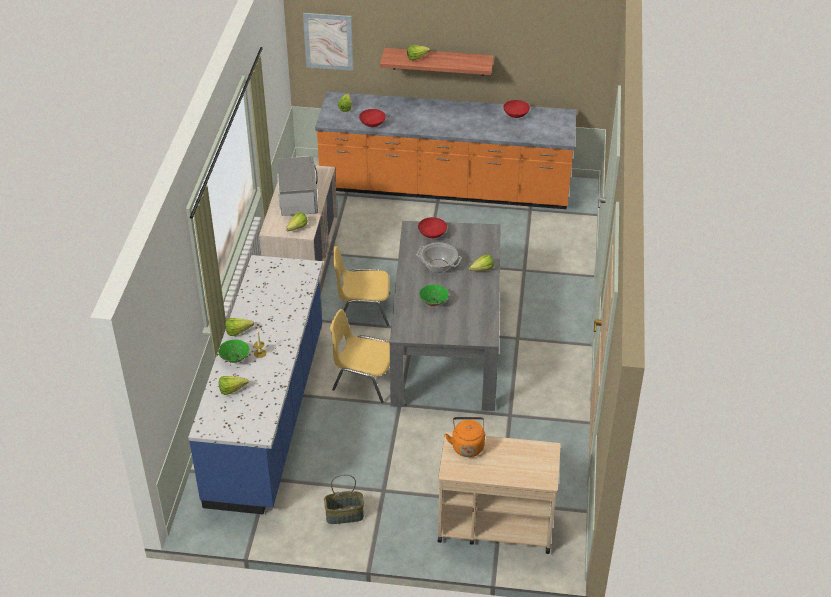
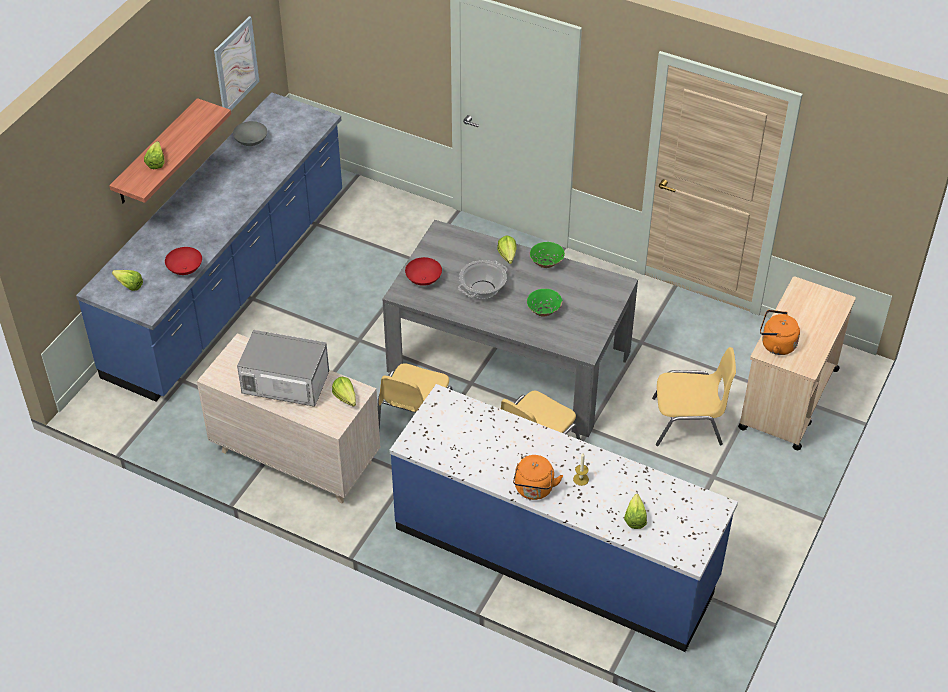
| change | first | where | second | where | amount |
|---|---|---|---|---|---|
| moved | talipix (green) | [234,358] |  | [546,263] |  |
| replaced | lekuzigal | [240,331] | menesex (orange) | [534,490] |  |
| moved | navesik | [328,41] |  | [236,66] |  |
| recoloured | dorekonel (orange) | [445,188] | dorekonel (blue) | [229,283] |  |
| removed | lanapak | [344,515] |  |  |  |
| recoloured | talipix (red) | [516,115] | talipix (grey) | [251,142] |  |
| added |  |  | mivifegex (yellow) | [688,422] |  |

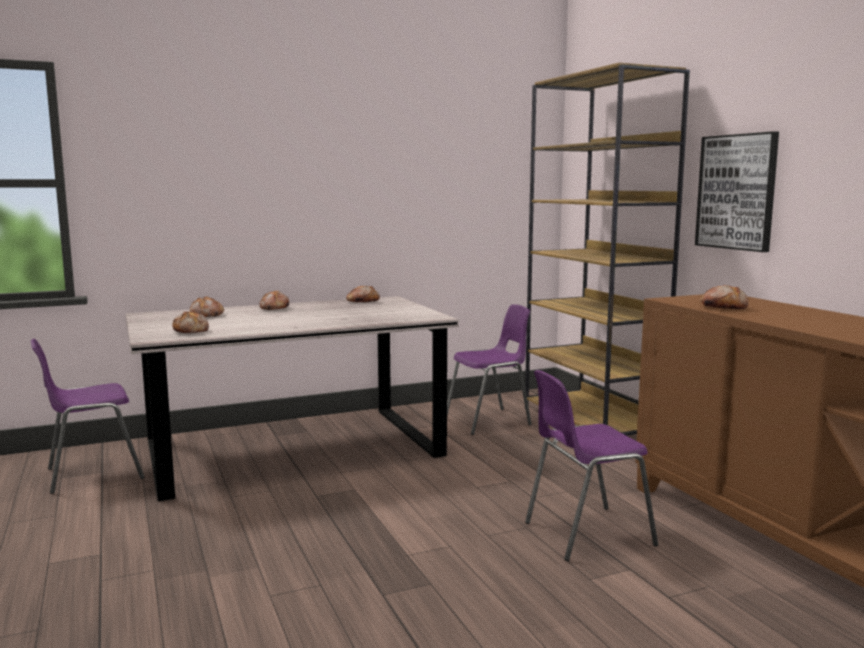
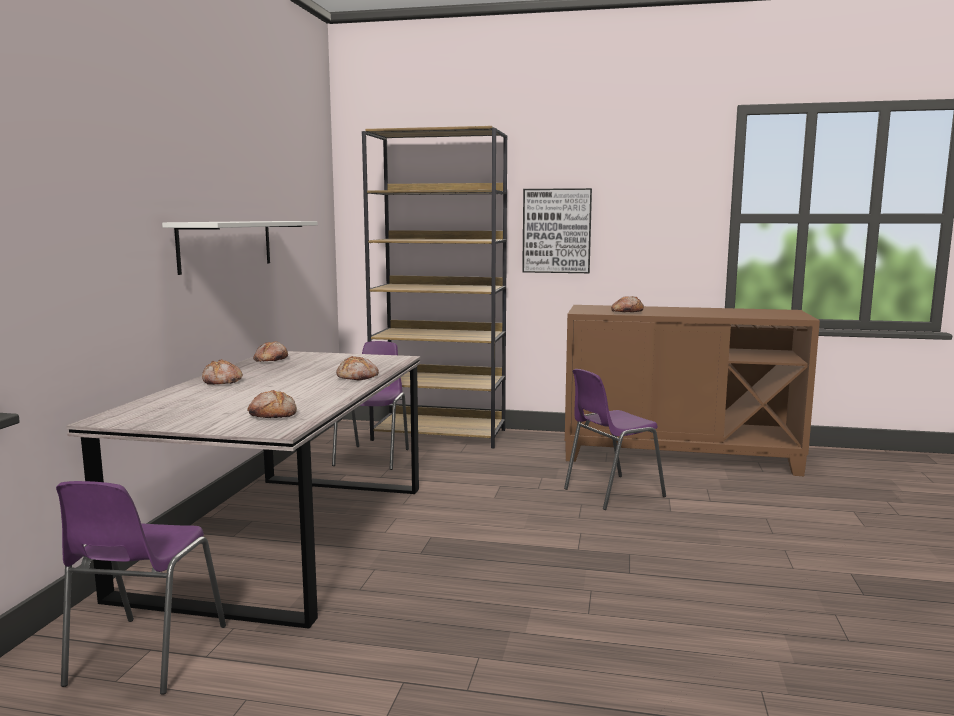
| change | first | where | second | where | amount |
|---|---|---|---|---|---|
| moved | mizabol | [206,315] |  | [358,377] |  |
| turned | mivifegex (purple) | [585,533] |  | [611,493] | 45 degrees clockwise |
| added |  |  | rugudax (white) | [226,245] |  |

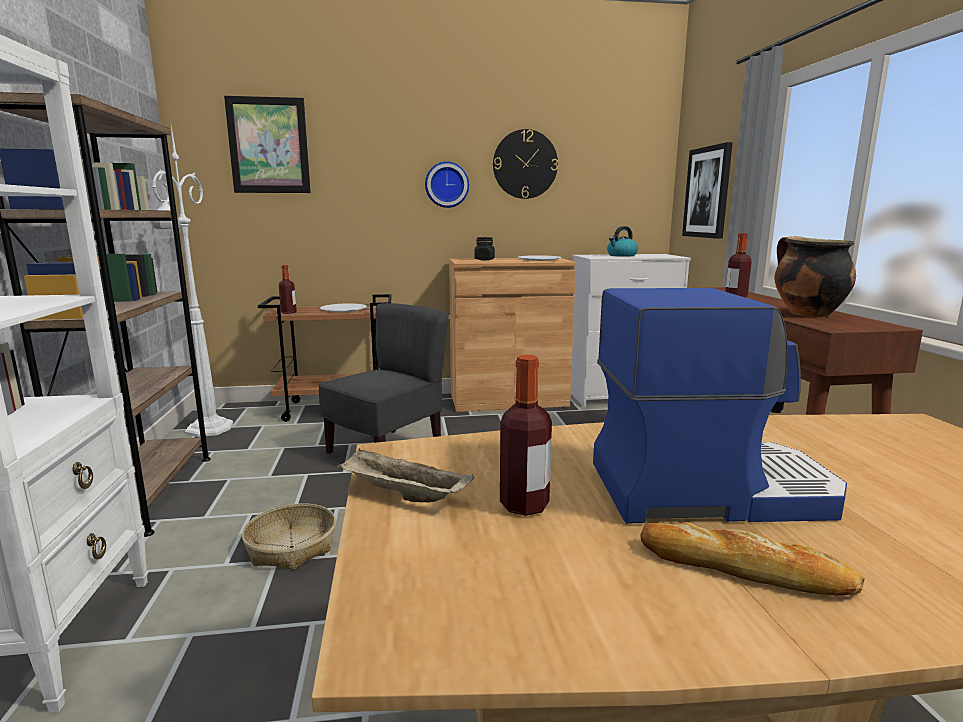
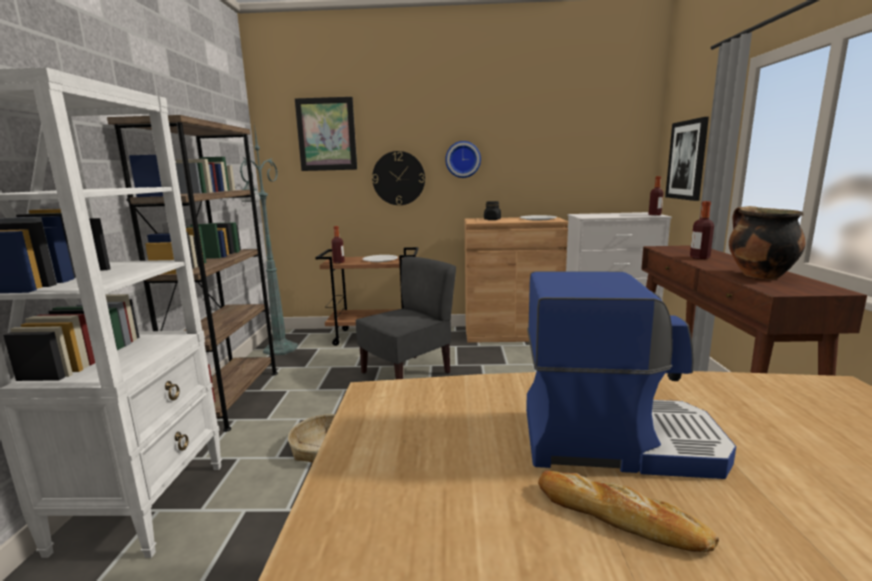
| change | first | where | second | where | amount |
|---|---|---|---|---|---|
| recoloured | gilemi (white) | [208,429] | gilemi (green) | [279,350] |  |
| removed | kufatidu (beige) | [401,495] |  |  |  |
| moved | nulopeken | [525,164] |  | [398,178] |  |
| moved | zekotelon | [524,505] |  | [654,214] |  |
| removed | menesex | [621,255] |  |  |  |

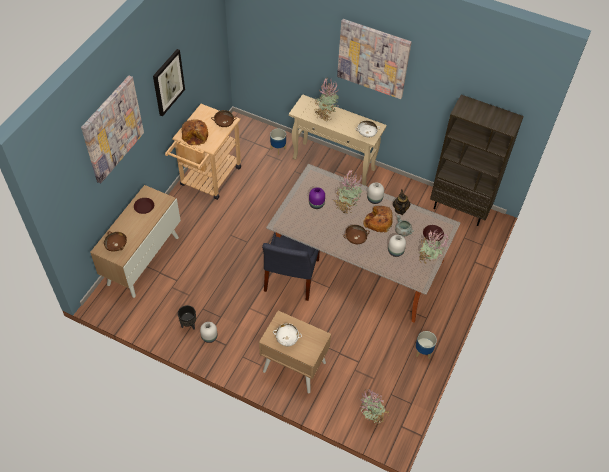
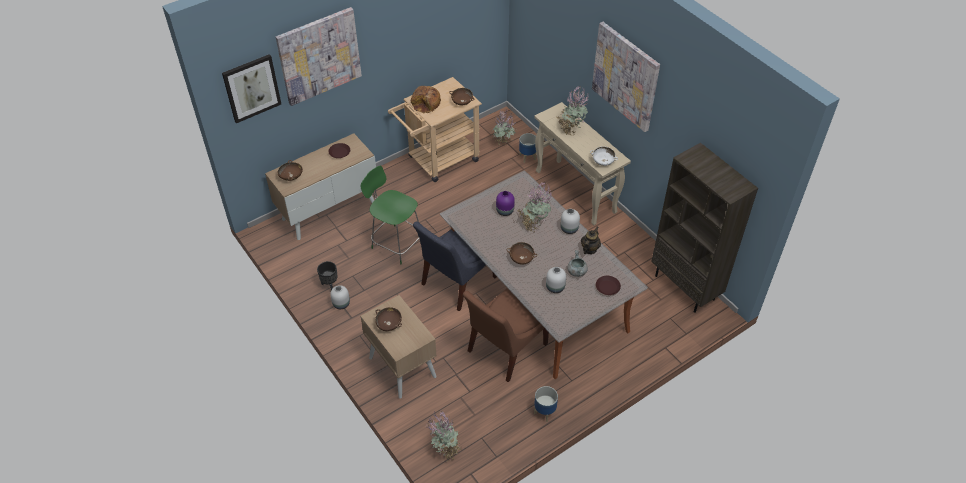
| change | first | where | second | where | amount |
|---|---|---|---|---|---|
| moved | navesik | [168,82] |  | [251,88] |  |
| recoloured | talipix (white) | [287,338] | talipix (brown) | [389,324] |  |
| removed | mizabol | [378,222] |  |  |  |
| moved | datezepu | [429,260] |  | [503,144] |  |
| added |  |  | mivifegex (green) | [396,243] |  |
| added |  |  | mivifegex (brown) | [504,349] |  |

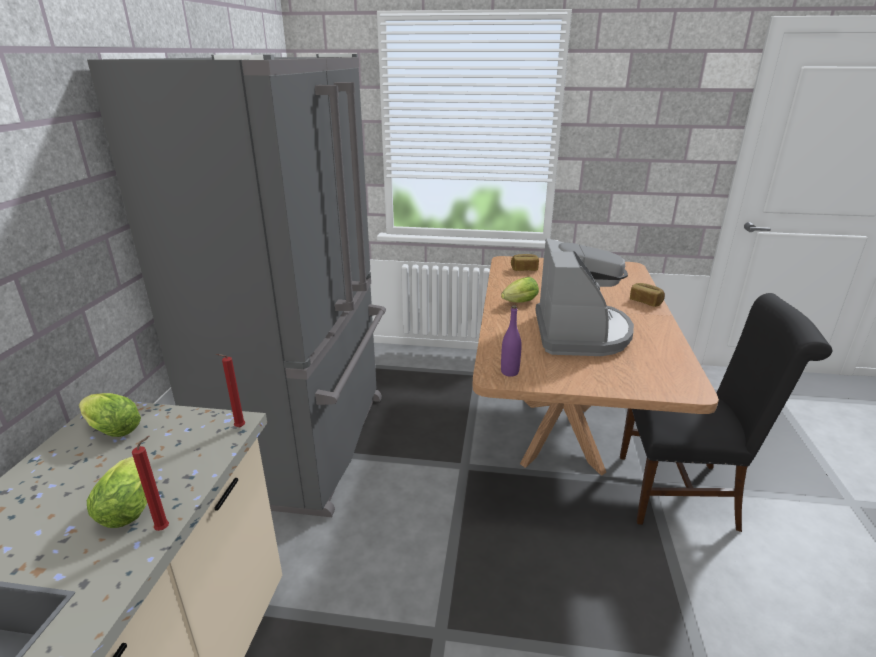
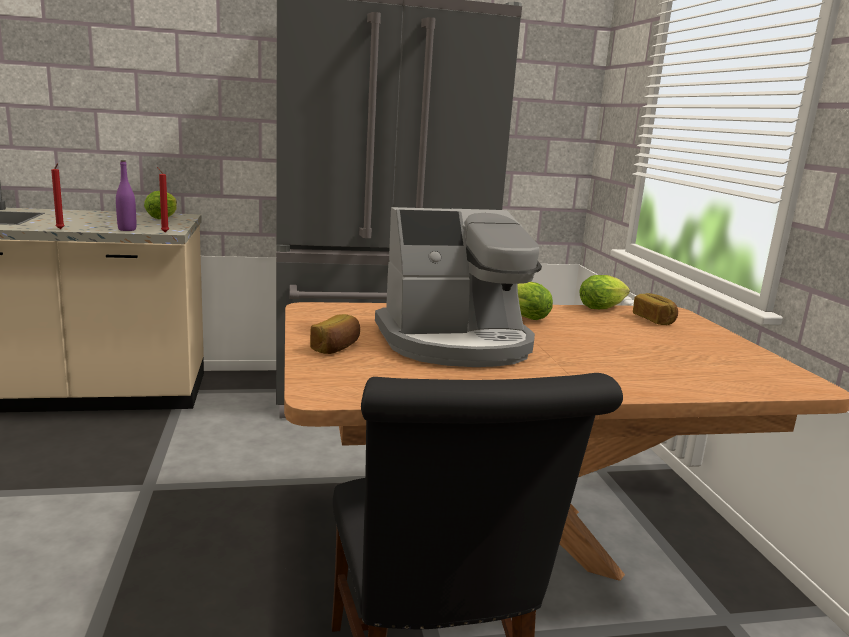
| change | first | where | second | where | amount |
|---|---|---|---|---|---|
| moved | lekuzigal | [130,505] |  | [603,308] |  |
| moved | zekotelon (purple) | [509,372] |  | [127,229] |  |
| moved | mizabol | [645,302] |  | [336,347] |  |

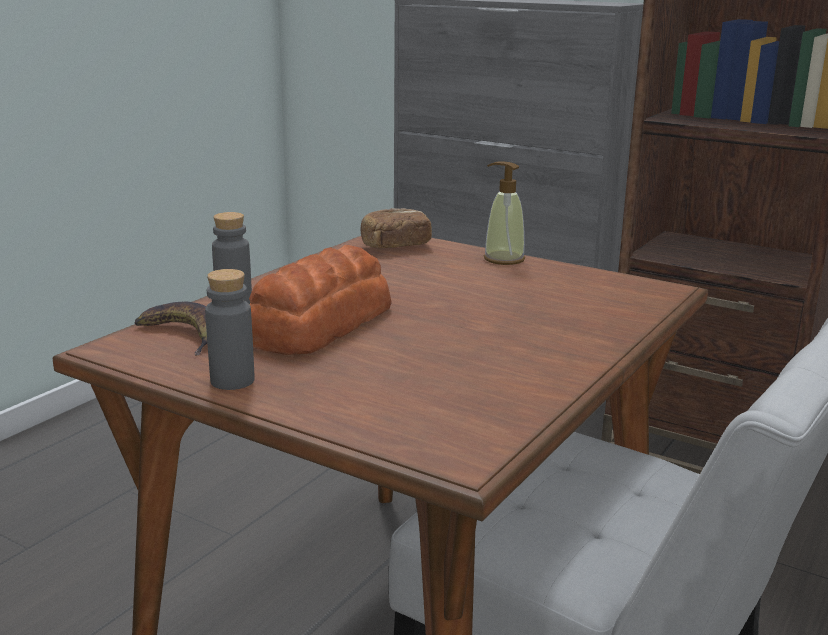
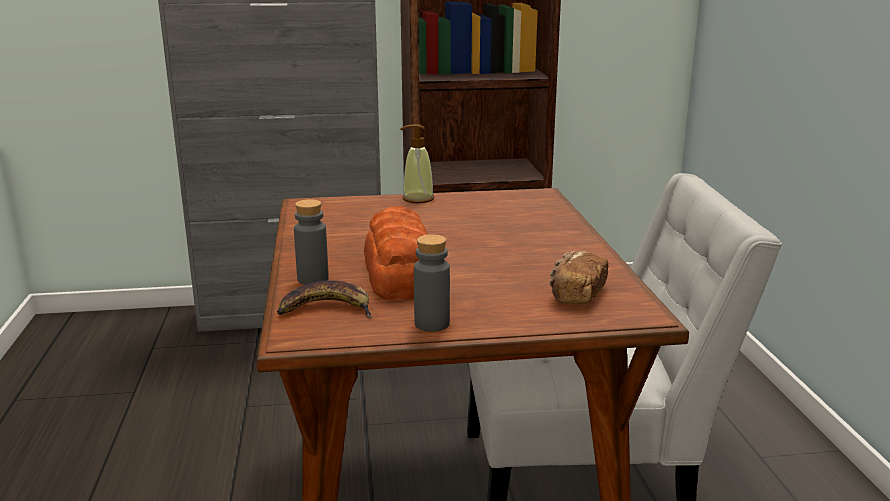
| change | first | where | second | where | amount |
|---|---|---|---|---|---|
| moved | mizabol | [395,245] |  | [576,294] |  |

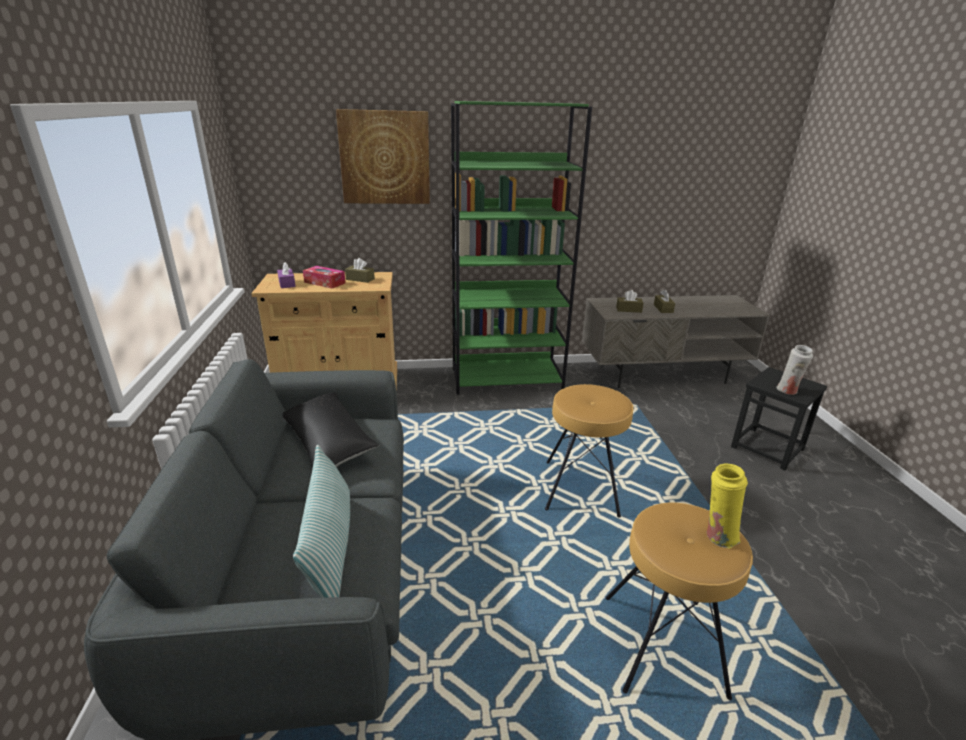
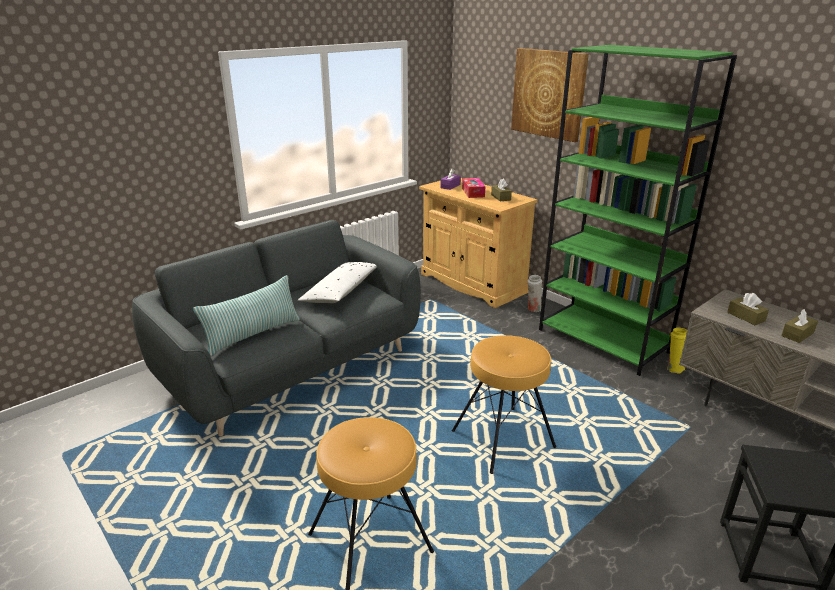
| change | first | where | second | where | amount |
|---|---|---|---|---|---|
| recoloured | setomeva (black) | [328,441] | setomeva (white) | [341,291] |  |
| moved | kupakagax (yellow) | [718,536] |  | [674,368] |  |
| moved | kupakagax (white) | [788,391] |  | [533,309] |  |

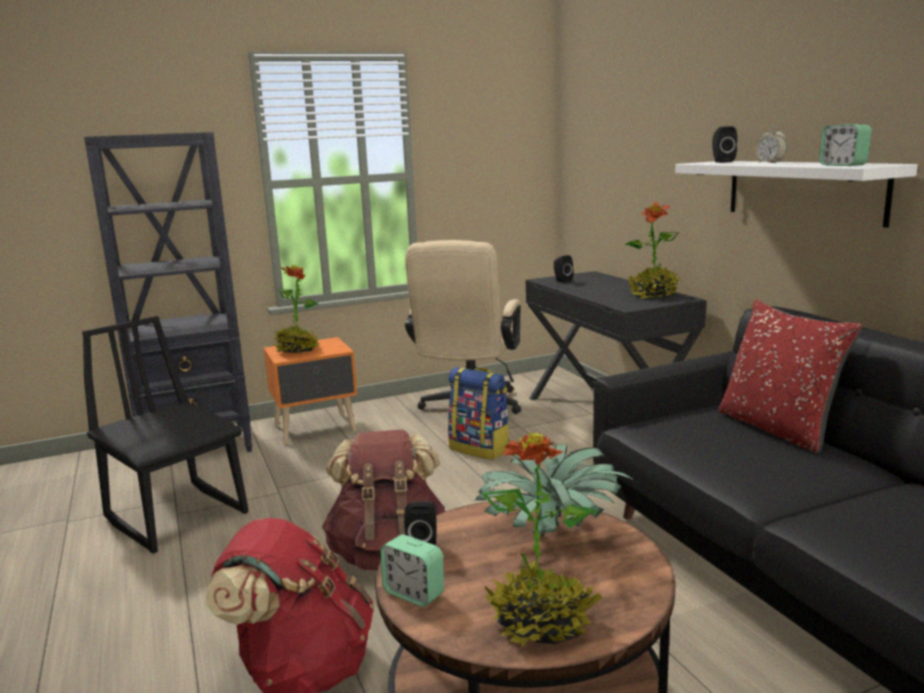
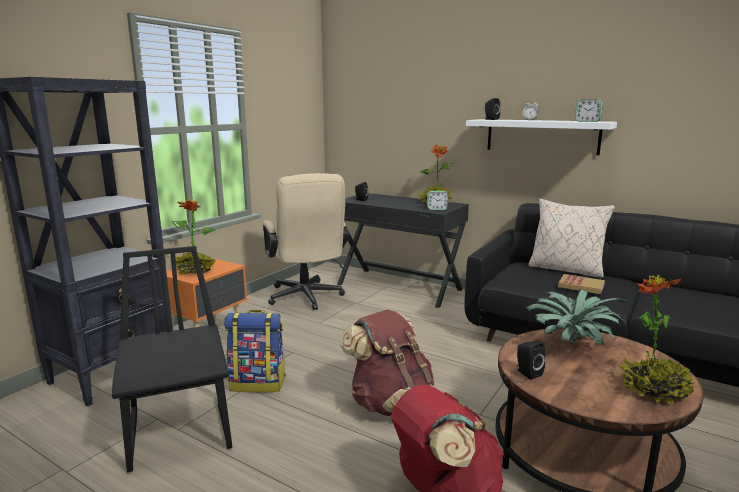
| change | first | where | second | where | amount |
|---|---|---|---|---|---|
| turned | mivifegex (black) | [178,515] |  | [181,430] | 60 degrees clockwise |
| moved | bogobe | [414,593] |  | [437,209] |  |
| moved | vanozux | [480,449] |  | [258,383] |  |
| recoloured | setomeva (red) | [777,429] | setomeva (beige) | [566,270] |  |
| added |  |  | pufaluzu | [581,286] |  |

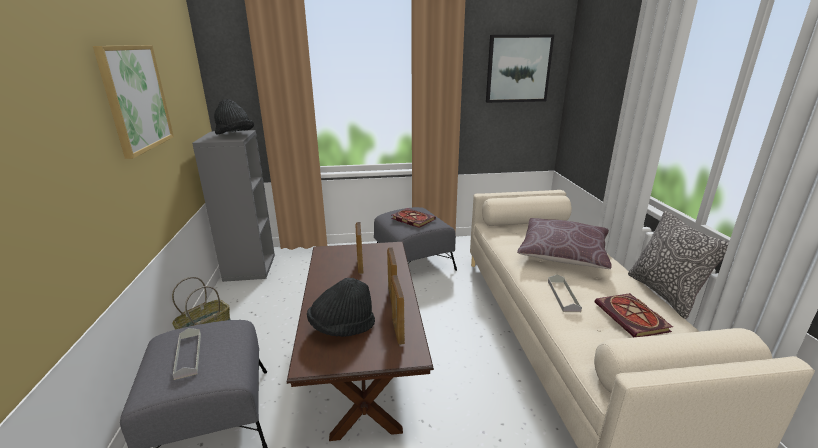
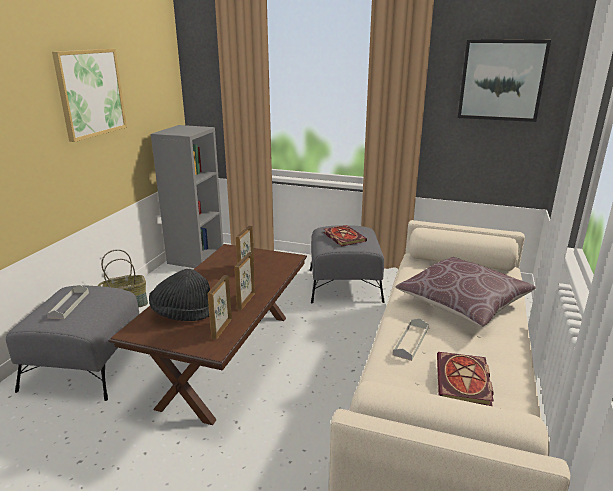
| change | first | where | second | where | amount |
|---|---|---|---|---|---|
| removed | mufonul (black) | [235,135] |  |  |  |
| removed | setomeva | [664,294] |  |  |  |

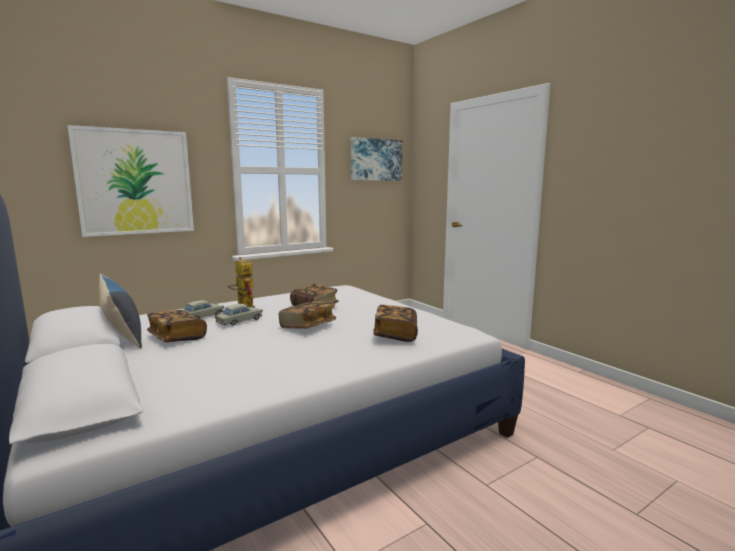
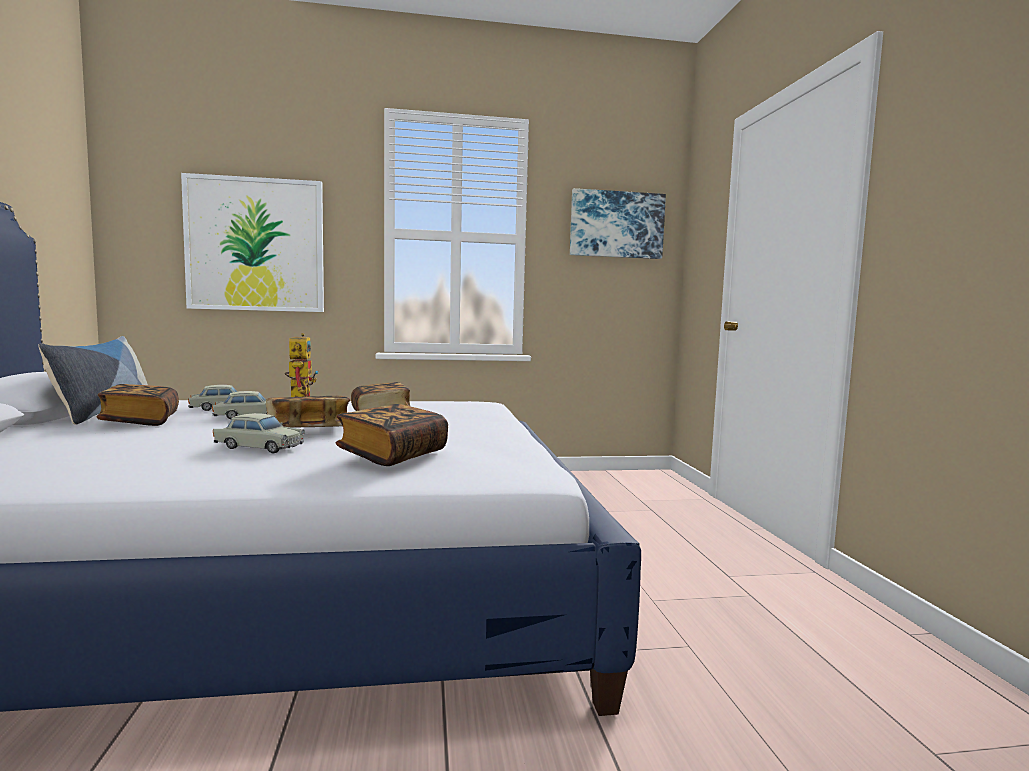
| change | first | where | second | where | amount |
|---|---|---|---|---|---|
| added |  |  | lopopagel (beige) | [259,447] |  |

